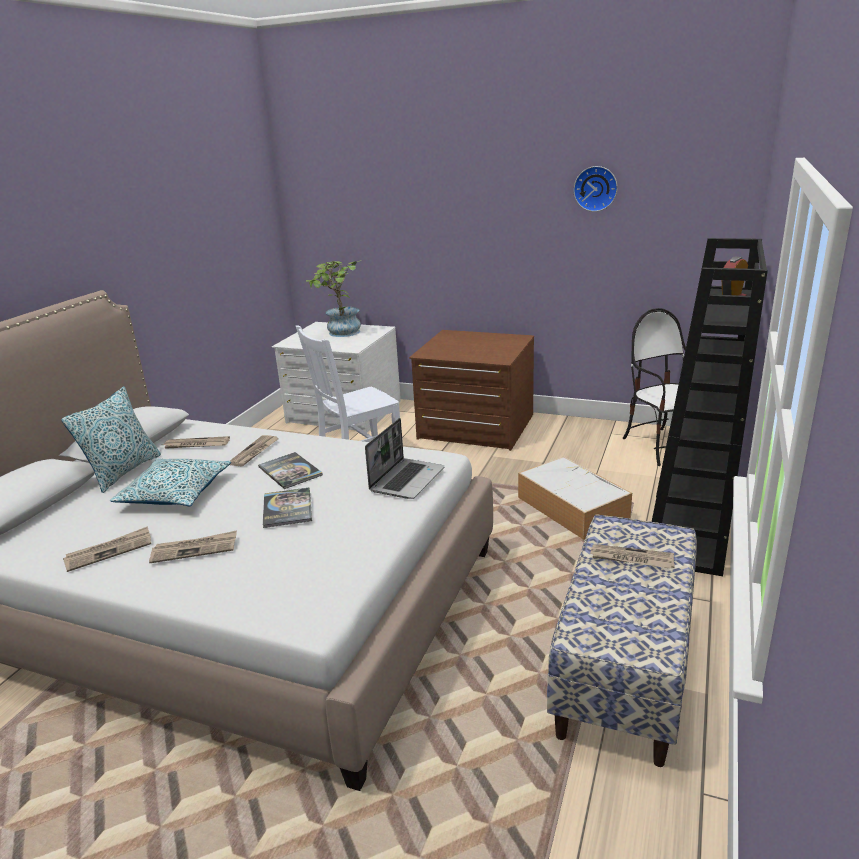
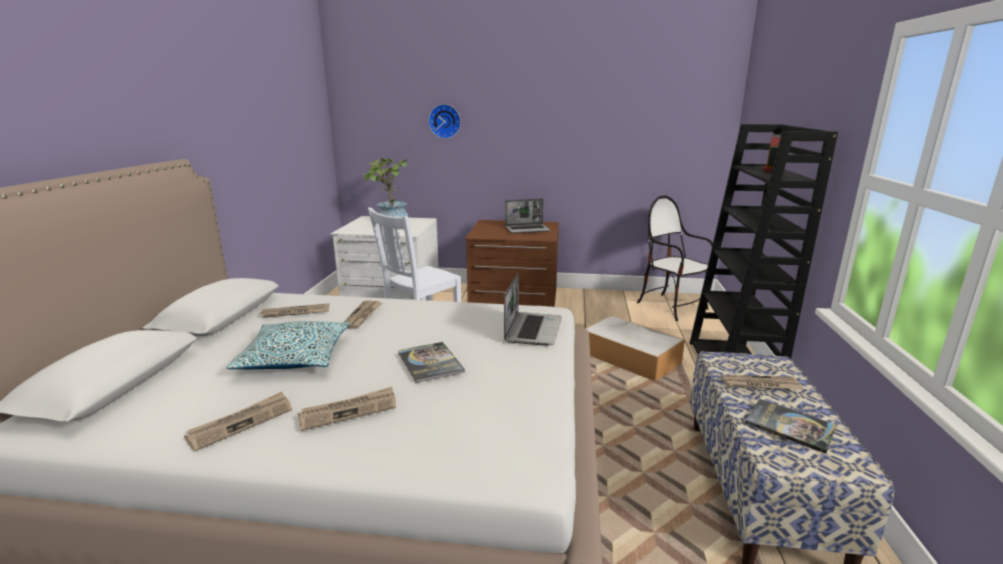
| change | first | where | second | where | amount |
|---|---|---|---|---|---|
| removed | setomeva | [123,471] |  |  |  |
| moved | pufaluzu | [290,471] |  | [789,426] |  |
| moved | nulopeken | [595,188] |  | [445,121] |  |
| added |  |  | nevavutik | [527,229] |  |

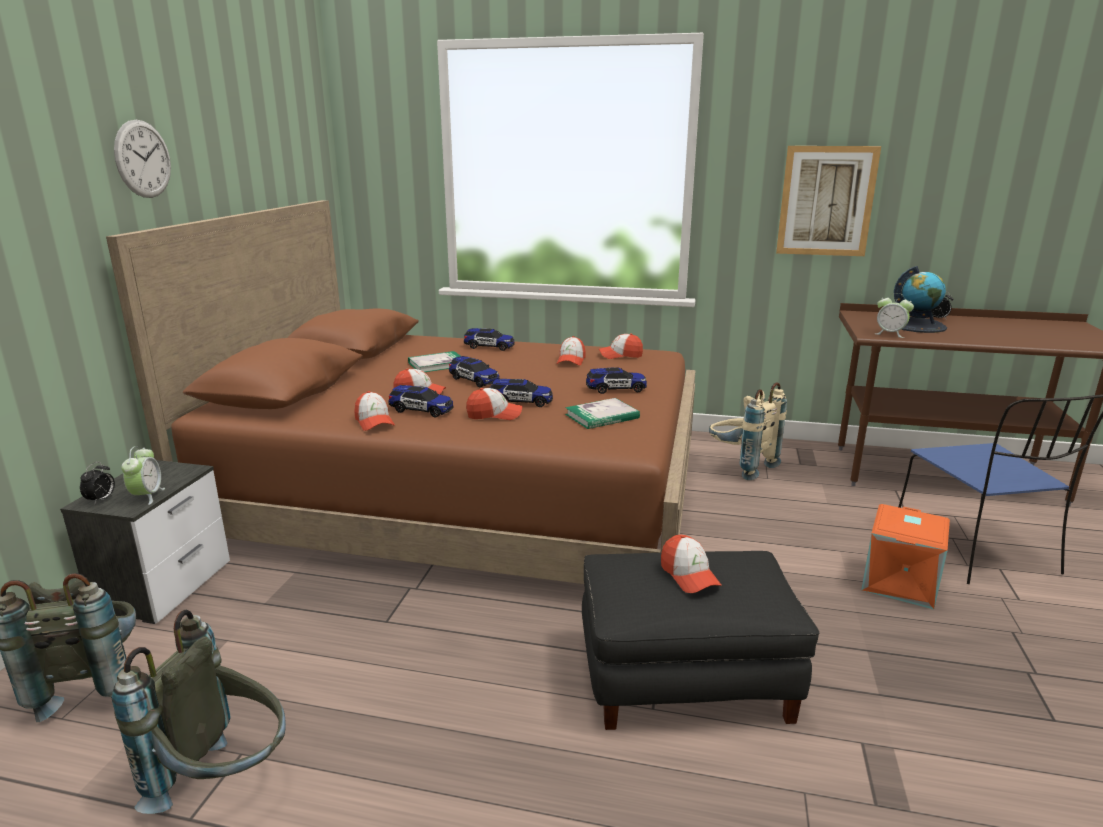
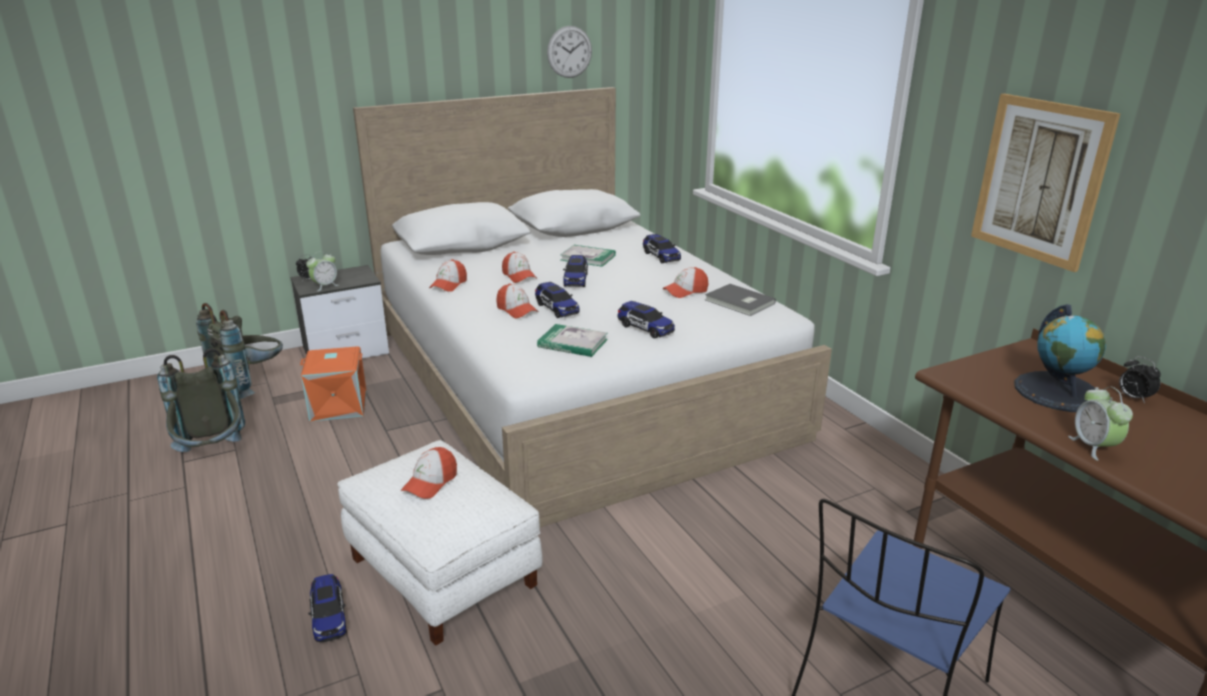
| change | first | where | second | where | amount |
|---|---|---|---|---|---|
| recoloured | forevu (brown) | [466,493] | forevu (white) | [575,380] |  |
| moved | nulopeken | [143,159] |  | [569,52] |  |
| moved | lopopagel | [421,410] |  | [329,617] |  |
| recoloured | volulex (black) | [686,675] | volulex (white) | [444,571] |  |
| replaced | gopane | [620,355] | pufaluzu (grey) | [739,302] |  |
| removed | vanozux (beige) | [740,466] |  |  |  |
| moved | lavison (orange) | [901,583] |  | [338,406] |  |
| moved | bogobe | [890,334] |  | [1093,447] |  |

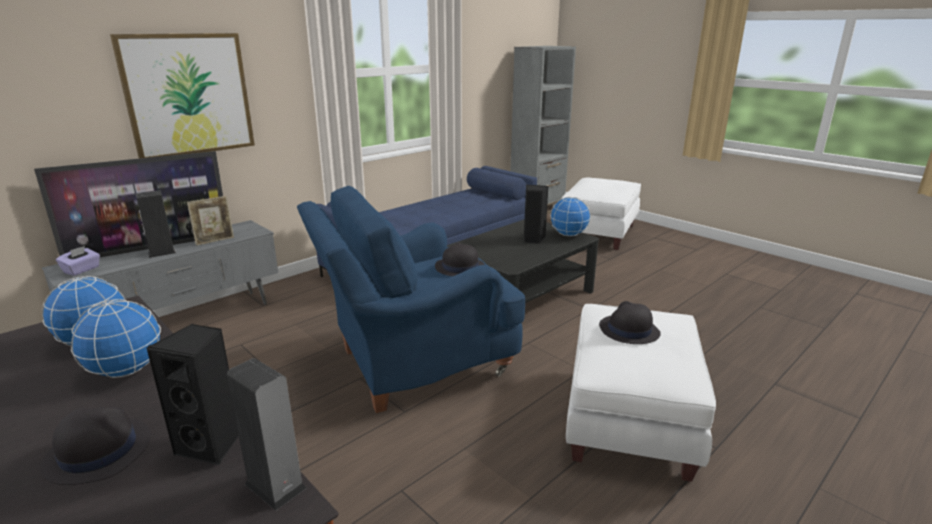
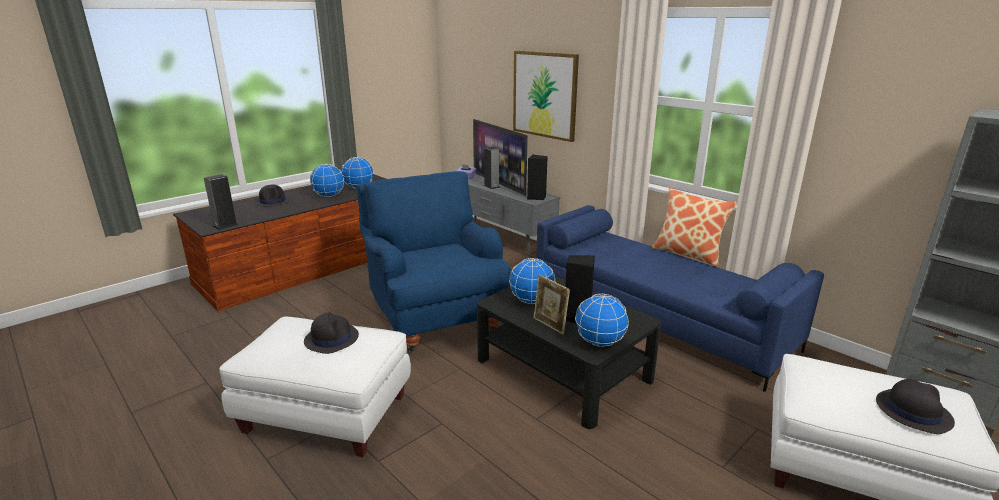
| change | first | where | second | where | amount |
|---|---|---|---|---|---|
| moved | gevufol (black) | [212,445] |  | [536,197] |  |
| moved | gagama | [215,241] |  | [550,325] |  |
| moved | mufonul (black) | [459,267] |  | [912,411] |  |
| added |  |  | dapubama | [532,301] |  |
| added |  |  | setomeva | [688,254] |  |

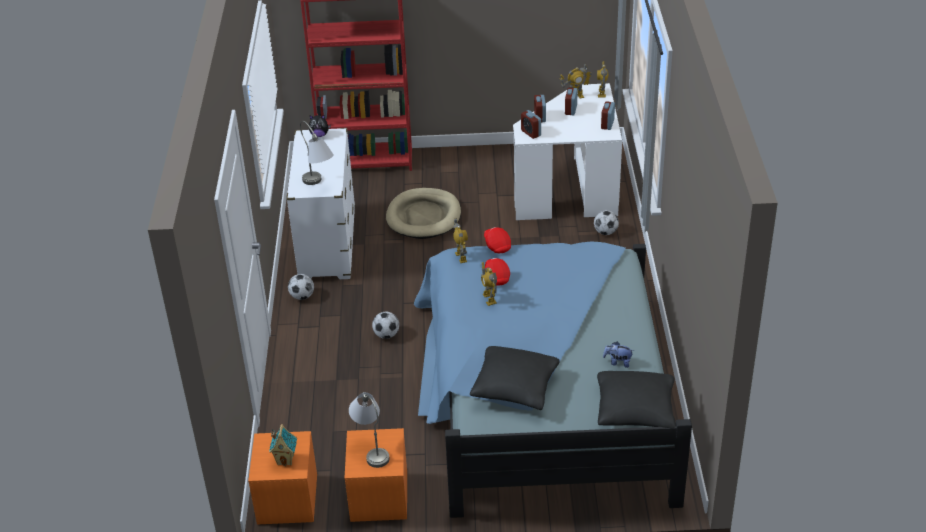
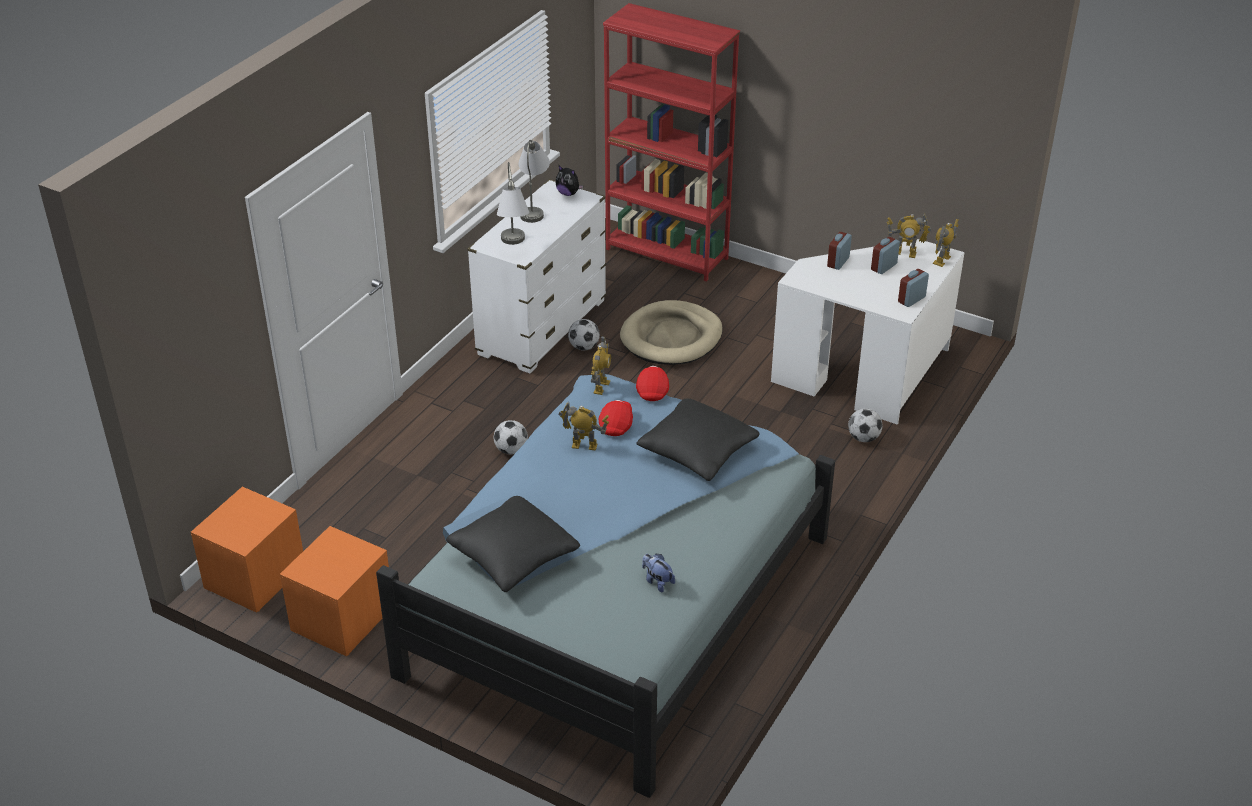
| change | first | where | second | where | amount |
|---|---|---|---|---|---|
| removed | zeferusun | [286,459] |  |  |  |
| moved | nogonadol | [302,296] |  | [584,347] |  |
| moved | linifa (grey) | [372,448] |  | [534,207] |  |
| turned | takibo | [489,299] |  | [584,446] | 90 degrees clockwise |
| removed | bogobe | [531,133] |  |  |  |
| moved | setomeva (black) | [635,410] |  | [697,451] |  |

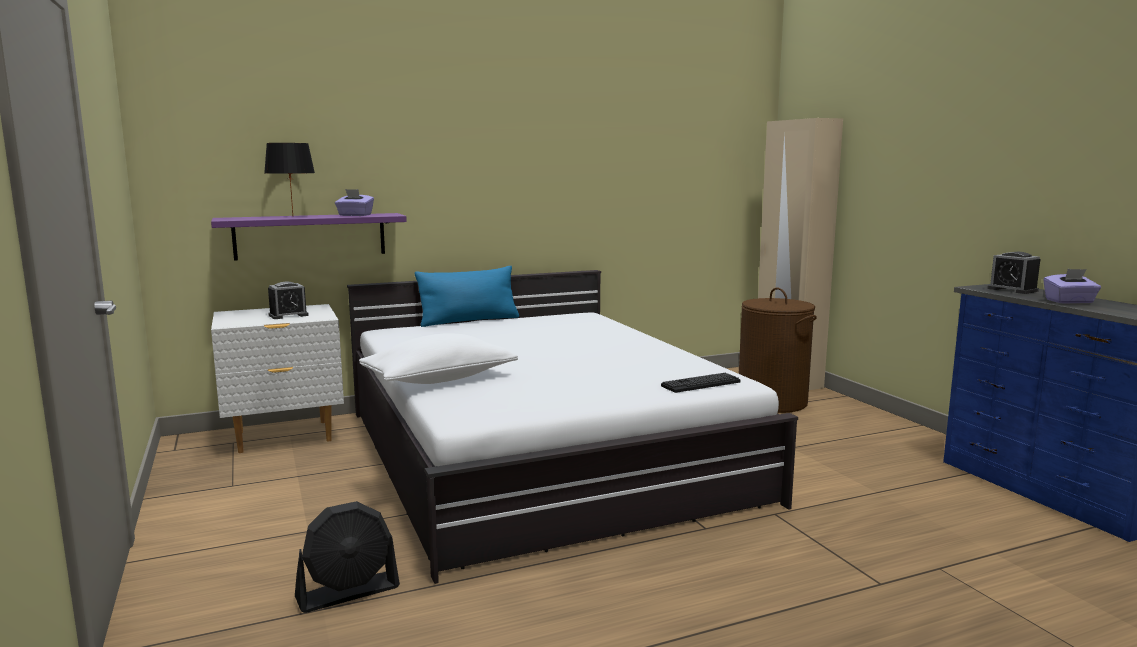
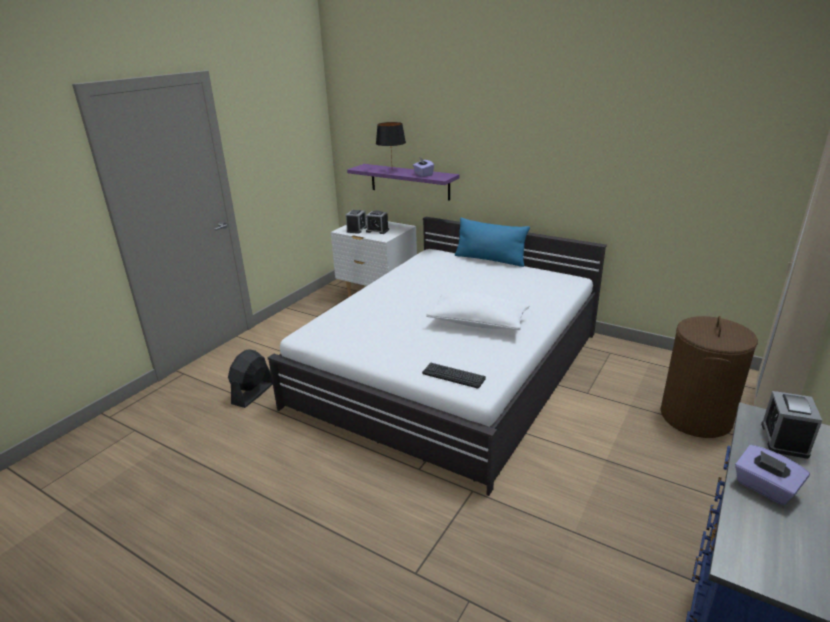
| change | first | where | second | where | amount |
|---|---|---|---|---|---|
| turned | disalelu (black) | [348,592] |  | [253,393] | 90 degrees clockwise |
| moved | setomeva (white) | [439,379] |  | [478,323] |  |
| added |  |  | bogobe | [356,229] |  |

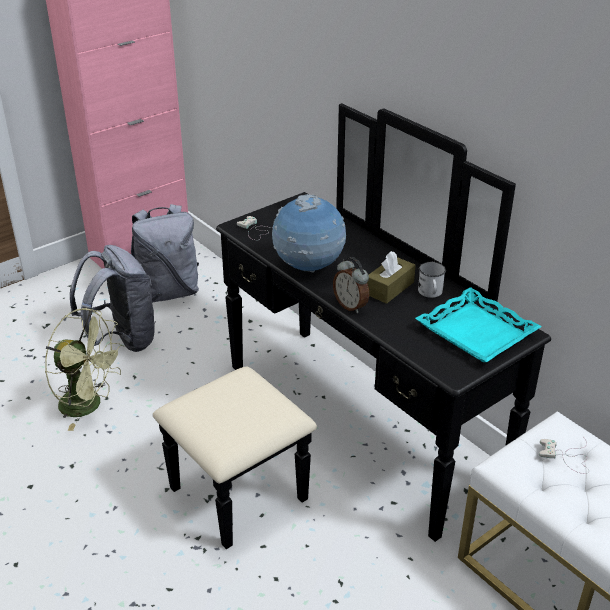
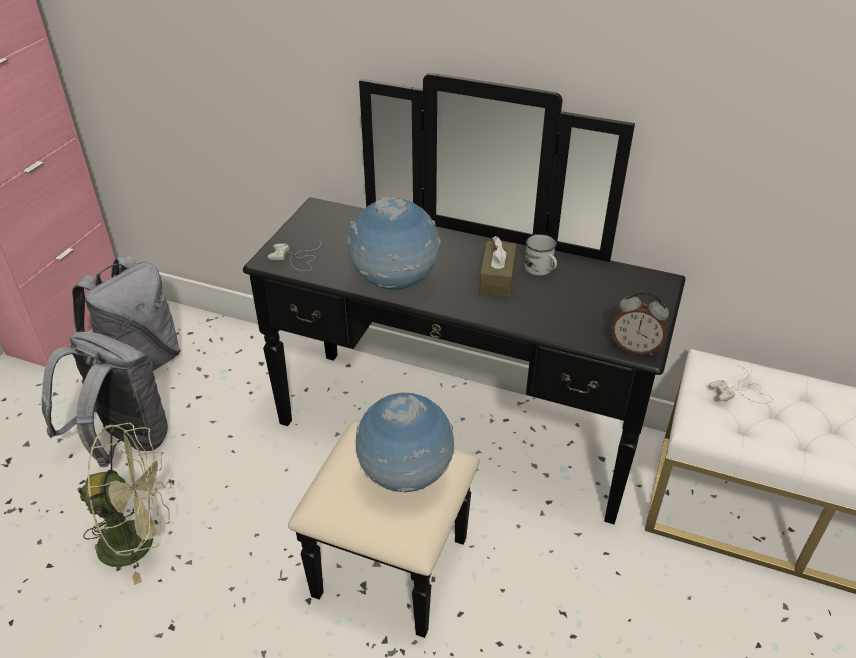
| change | first | where | second | where | amount |
|---|---|---|---|---|---|
| moved | bogobe | [351,306] |  | [635,348] |  |
| removed | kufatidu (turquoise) | [475,332] |  |  |  |
| added |  |  | dapubama | [405,477] |  |

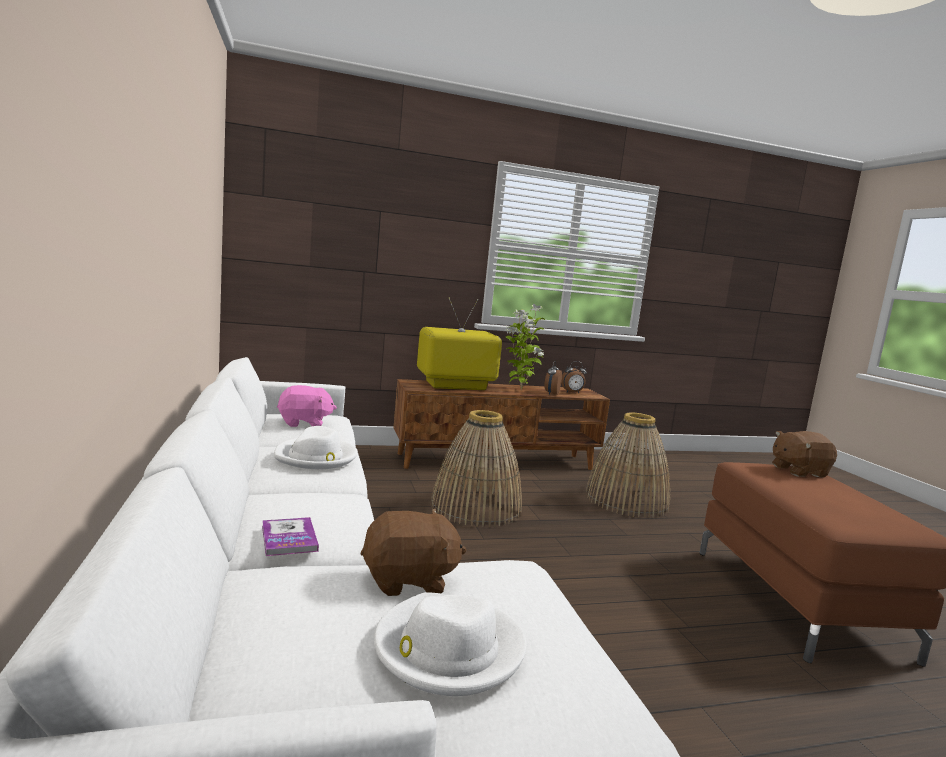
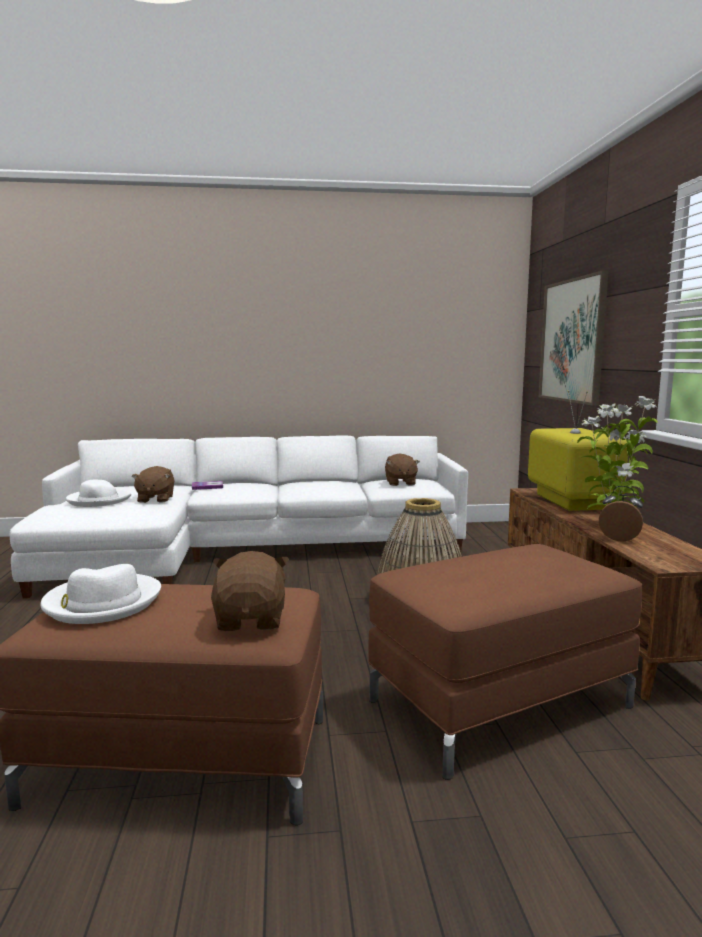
| change | first | where | second | where | amount |
|---|---|---|---|---|---|
| moved | mufonul (white) | [316,457] |  | [102,603] |  |
| recoloured | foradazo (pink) | [304,423] | foradazo (brown) | [400,483] |  |
| removed | bogobe | [572,393] |  |  |  |
| replaced | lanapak | [626,500] | volulex (brown) | [500,702] |  |
| added |  |  | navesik | [572,341] |  |

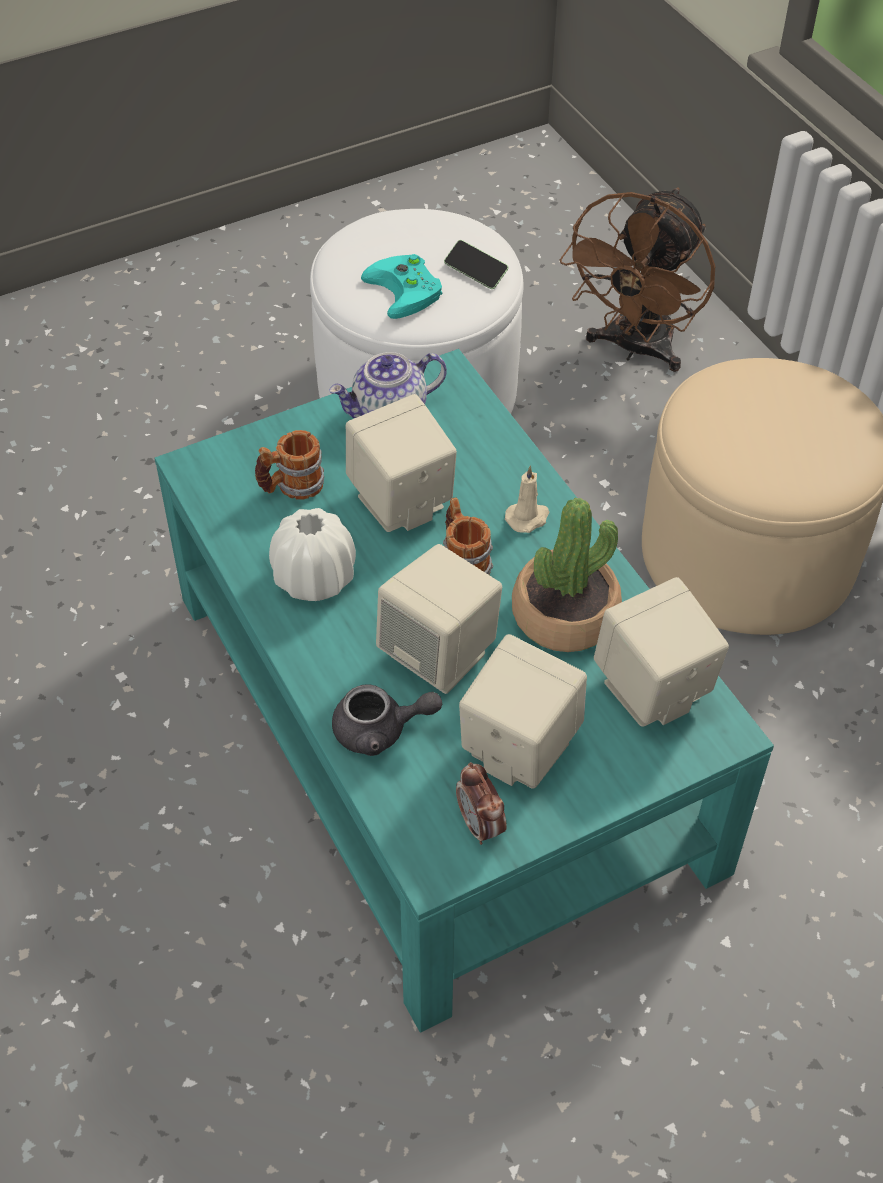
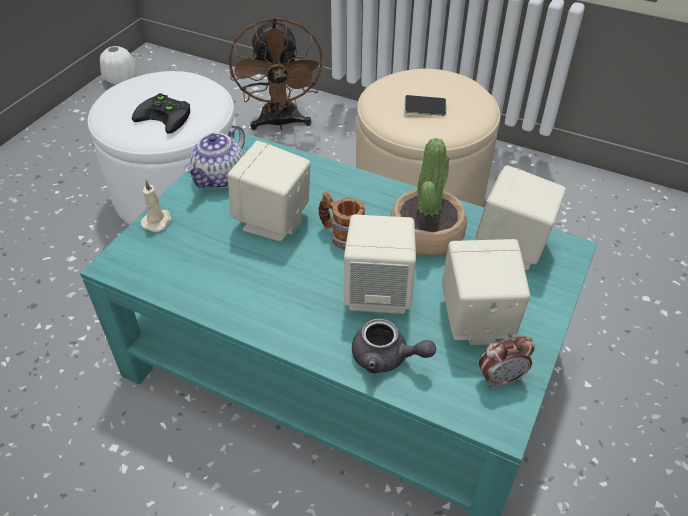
| change | first | where | second | where | amount |
|---|---|---|---|---|---|
| removed | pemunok | [291,486] |  |  |  |
| moved | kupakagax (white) | [314,578] |  | [121,79] |  |
| turned | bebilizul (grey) | [380,731] |  | [387,358] | 60 degrees clockwise |
| recoloured | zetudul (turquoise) | [407,291] | zetudul (black) | [167,116] |  |
| moved | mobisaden | [475,272] |  | [424,110] |  |
| turned | bogobe | [480,826] |  | [501,378] | 45 degrees counterclockwise |
| moved | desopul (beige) | [528,518] |  | [158,221] |  |

